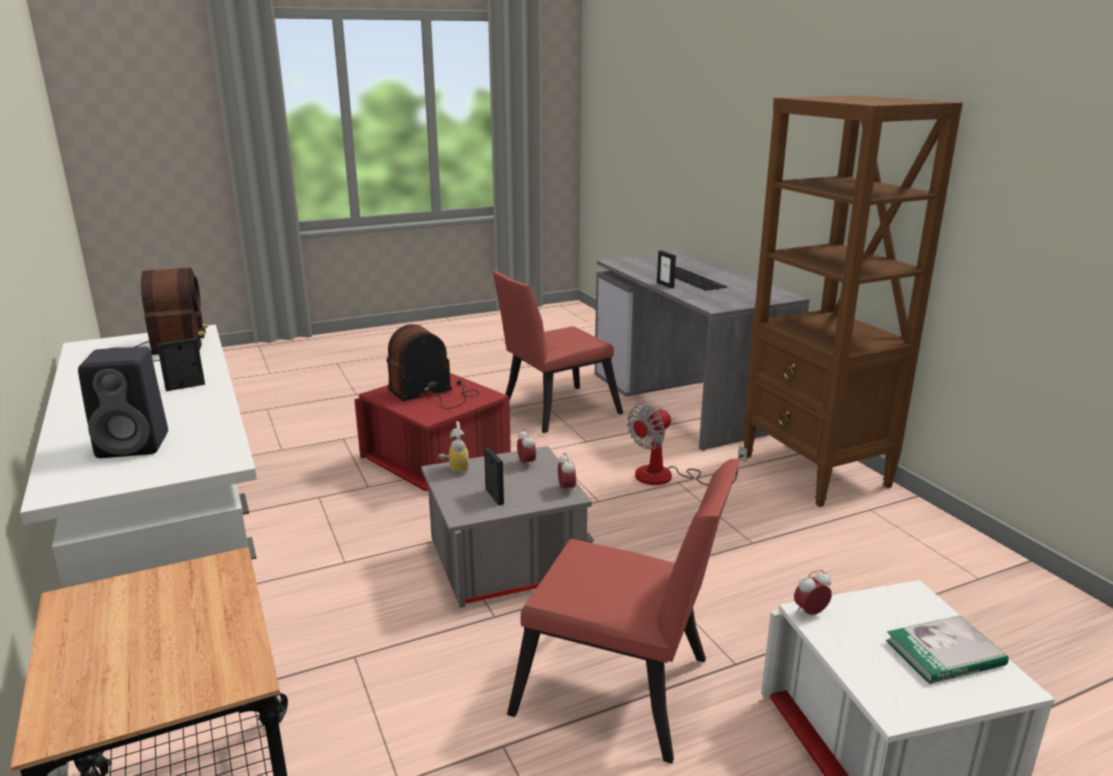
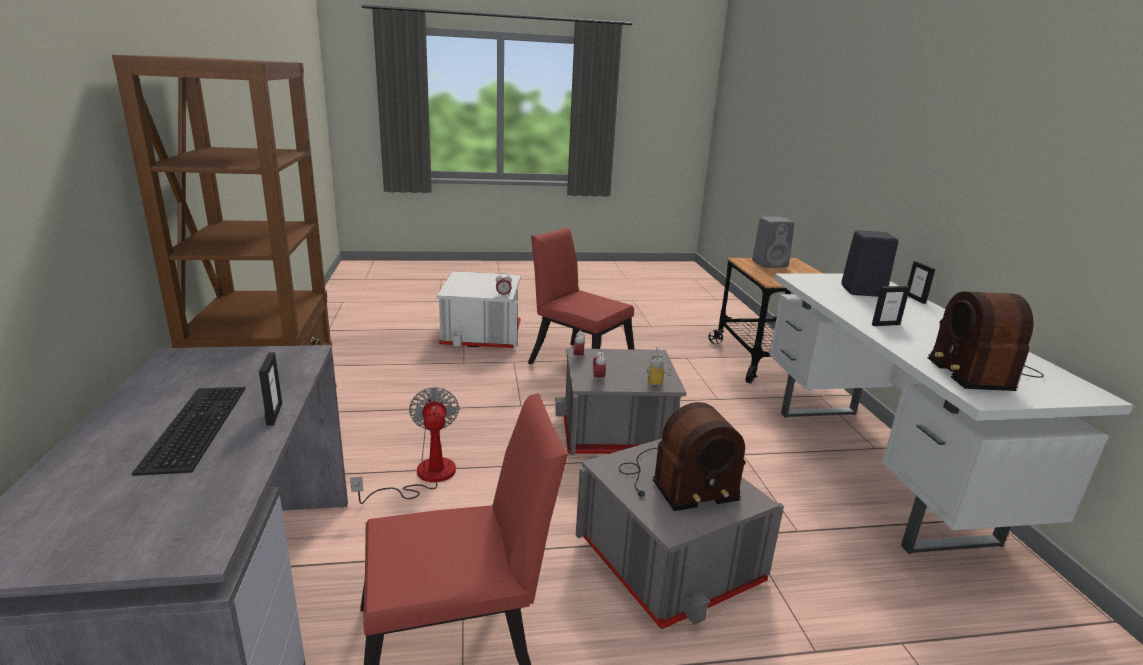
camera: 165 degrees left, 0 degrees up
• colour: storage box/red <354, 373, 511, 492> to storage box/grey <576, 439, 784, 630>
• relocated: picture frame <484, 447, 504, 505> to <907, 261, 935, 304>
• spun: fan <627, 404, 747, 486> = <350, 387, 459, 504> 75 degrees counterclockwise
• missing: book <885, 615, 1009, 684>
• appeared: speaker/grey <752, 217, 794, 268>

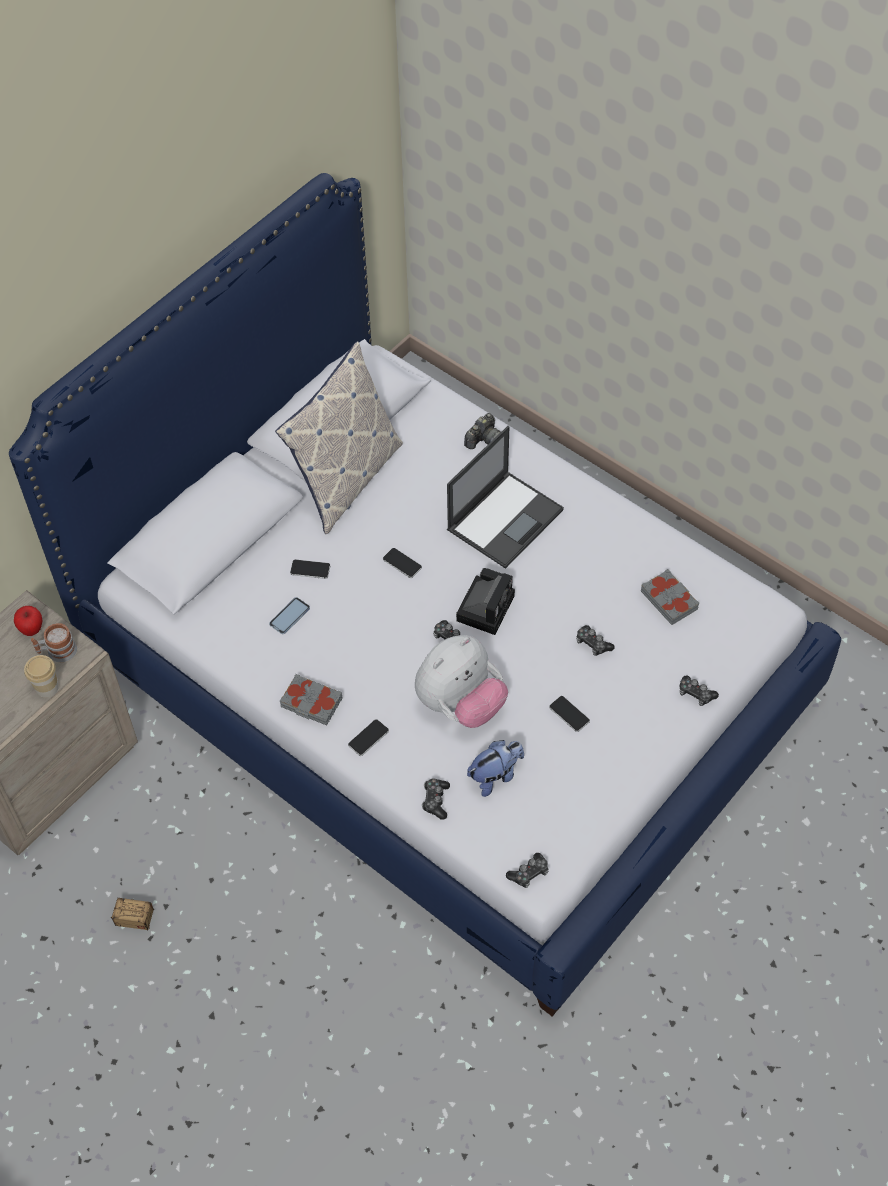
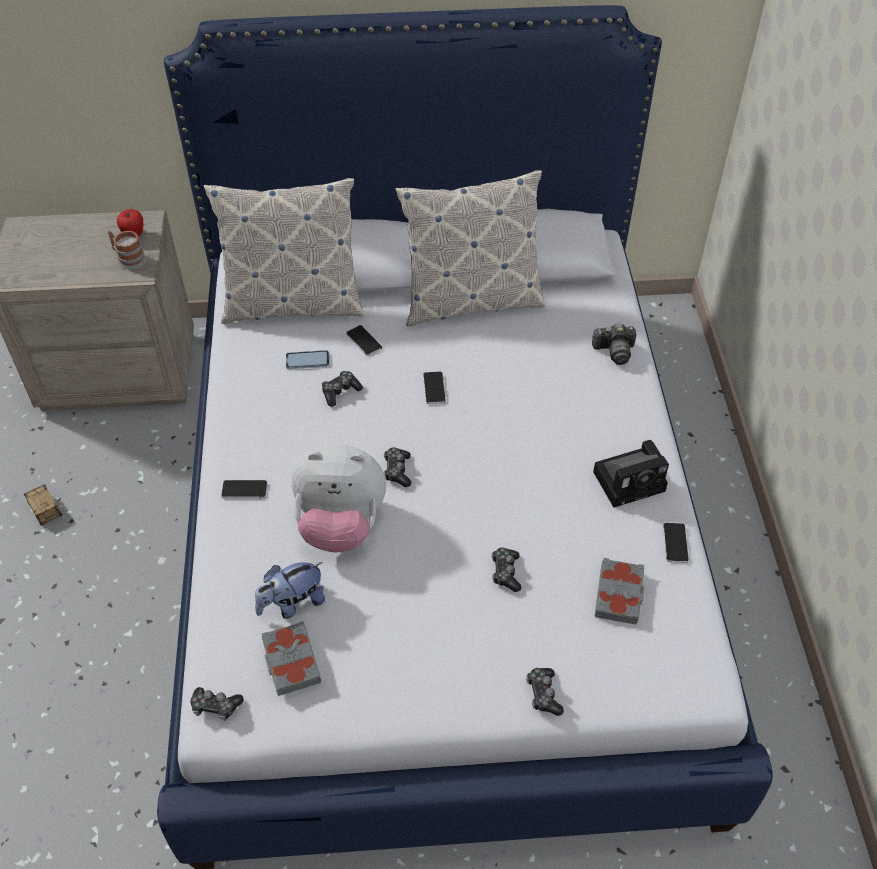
camera: 45 degrees right, 5 degrees down
• missing: cup <24, 655, 59, 698>
• relocated: book/grey <280, 674, 342, 725> to <262, 621, 321, 696>
• relocated: game controller <422, 778, 450, 820> to <322, 371, 363, 407>
• missing: laptop <447, 426, 564, 569>
• relocated: photo camera <456, 568, 515, 635> to <593, 440, 669, 508>
• spun: plush toy <467, 740, 524, 797> = <255, 562, 325, 619> 135 degrees clockwise
• relocated: phone <549, 696, 590, 732> to <663, 523, 689, 563>
• appeared: pillow <204, 178, 364, 324>

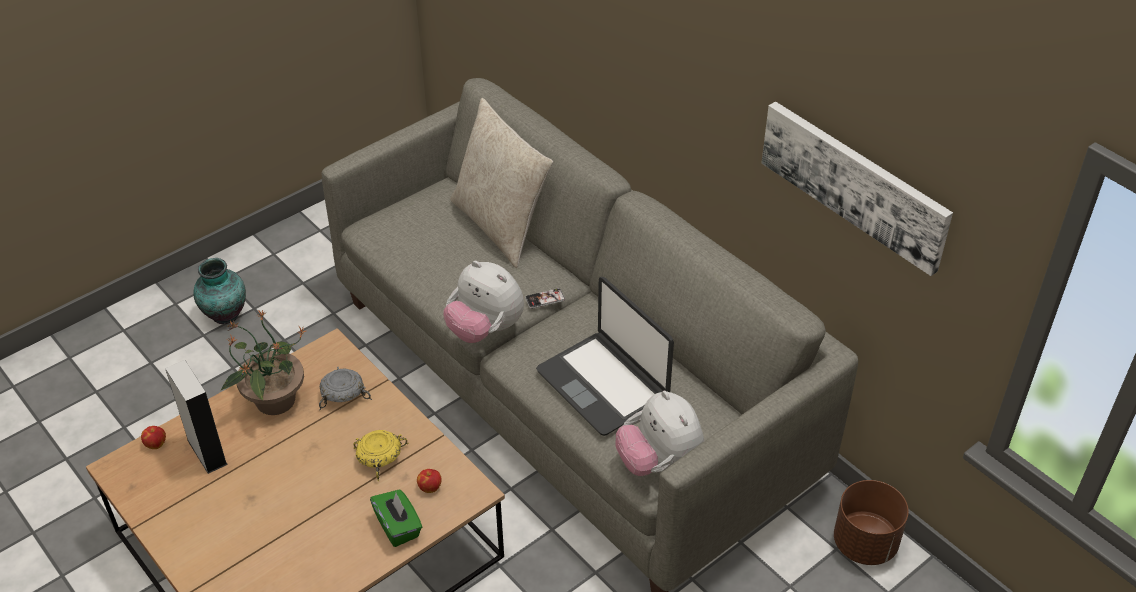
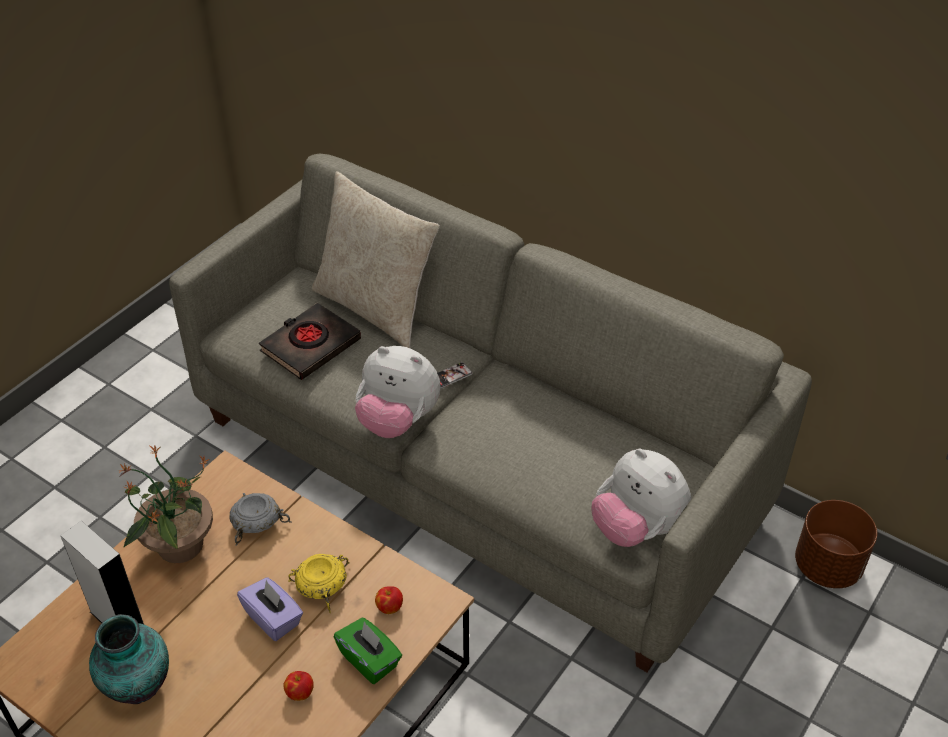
camera: 15 degrees left, 0 degrees up
• relocated: apple <141, 426, 166, 449> to <283, 671, 314, 701>
• relocated: vase <193, 258, 246, 324> to <89, 614, 169, 704>
• missing: laptop <536, 277, 674, 436>
• missing: picture <762, 102, 953, 276>
• appeared: tissue box/purple <237, 577, 303, 641>
• appeared: book/black <259, 303, 361, 380>

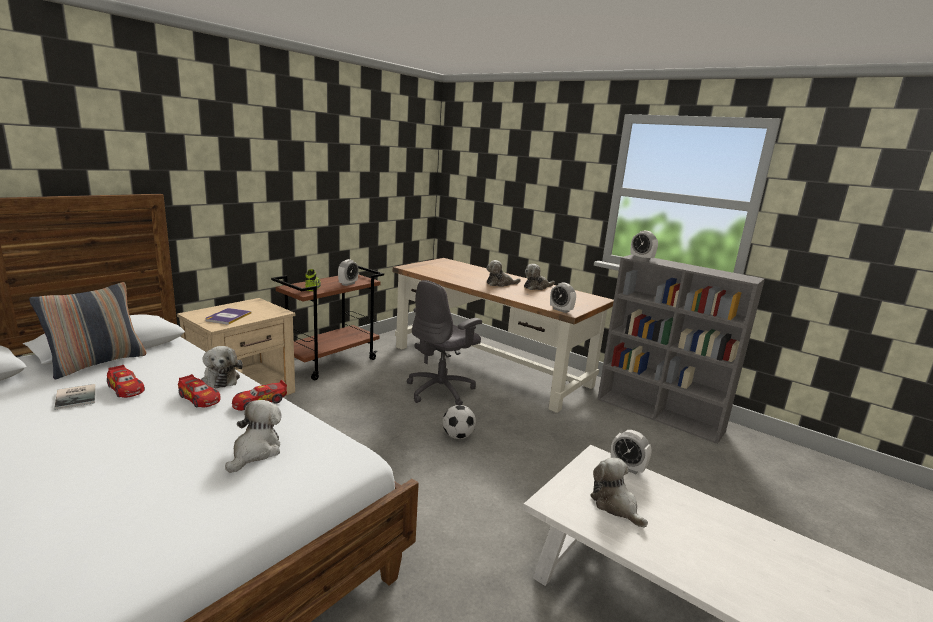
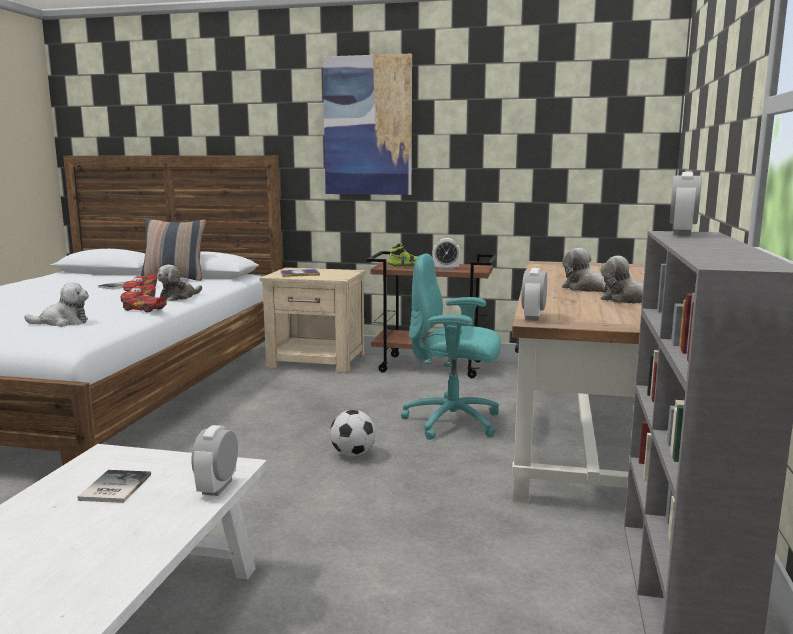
camera: 65 degrees right, 5 degrees down
• colour: office chair/grey <407, 280, 482, 405> to office chair/turquoise <401, 254, 501, 440>
• exchanged: plush toy <590, 458, 648, 528> to book <78, 470, 151, 503>
• appeared: picture <323, 54, 412, 195>

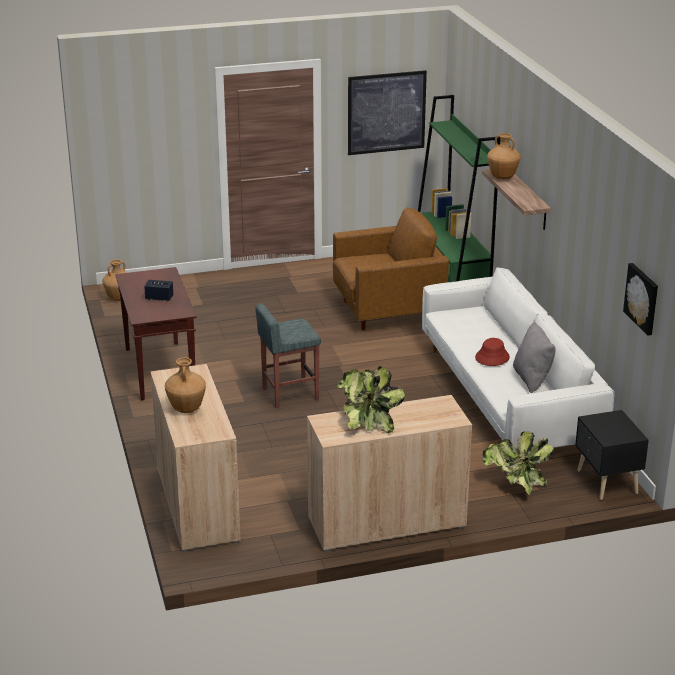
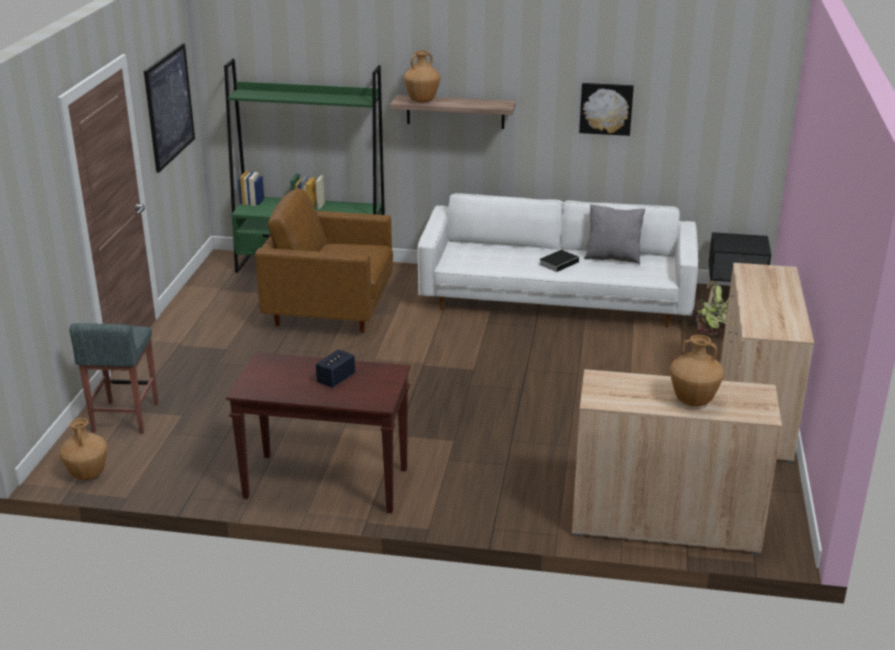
camera: 65 degrees left, 0 degrees up
• relocated: stool/grey <255, 303, 321, 408> to <69, 323, 159, 434>
• spun: armchair/brown <333, 208, 449, 330> = <255, 189, 393, 333> 90 degrees counterclockwise
• missing: potted plant <337, 366, 405, 433>
• exchanged: hat/red <475, 338, 510, 366> to book <539, 250, 581, 272>
• relocated: picture <623, 263, 658, 336> to <579, 83, 634, 136>

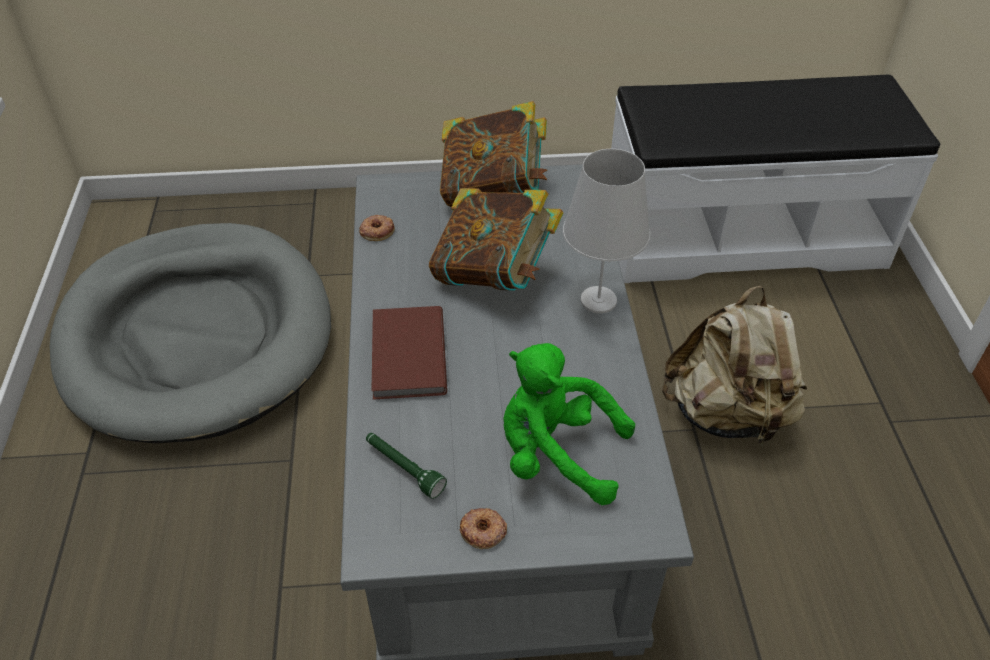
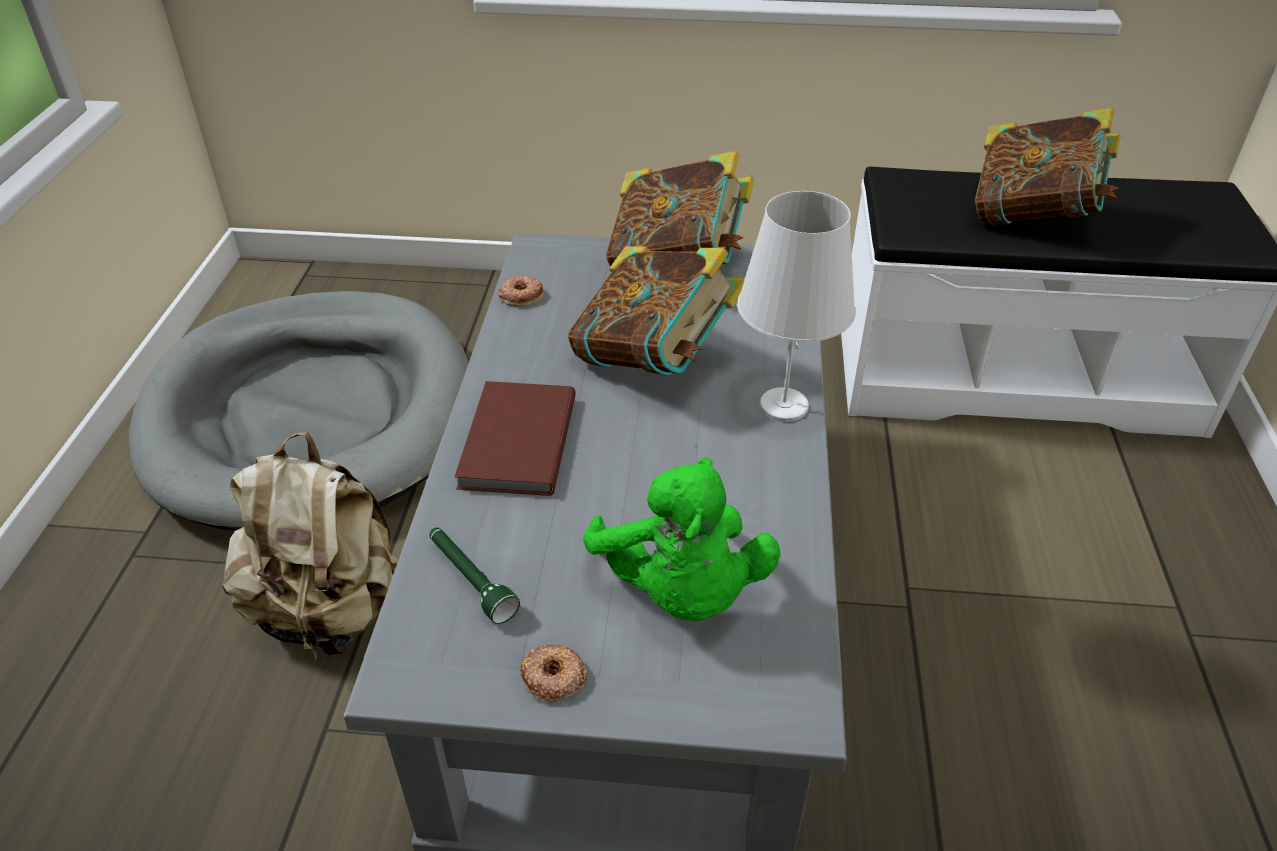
camera: 10 degrees right, 5 degrees down
• spun: plush toy/green <503, 343, 635, 505> = <583, 458, 781, 621> 135 degrees counterclockwise
• relocated: backpack/beige <662, 285, 807, 448> to <222, 432, 398, 662>
• appeared: book <975, 107, 1120, 226>

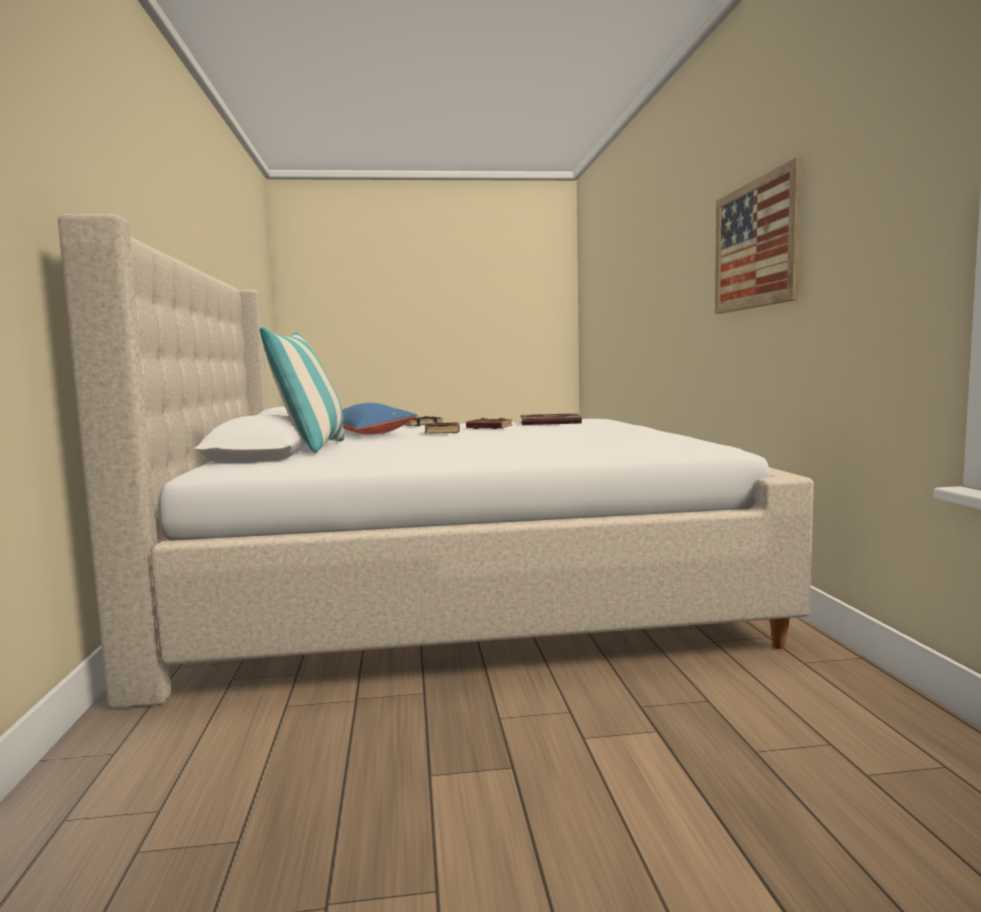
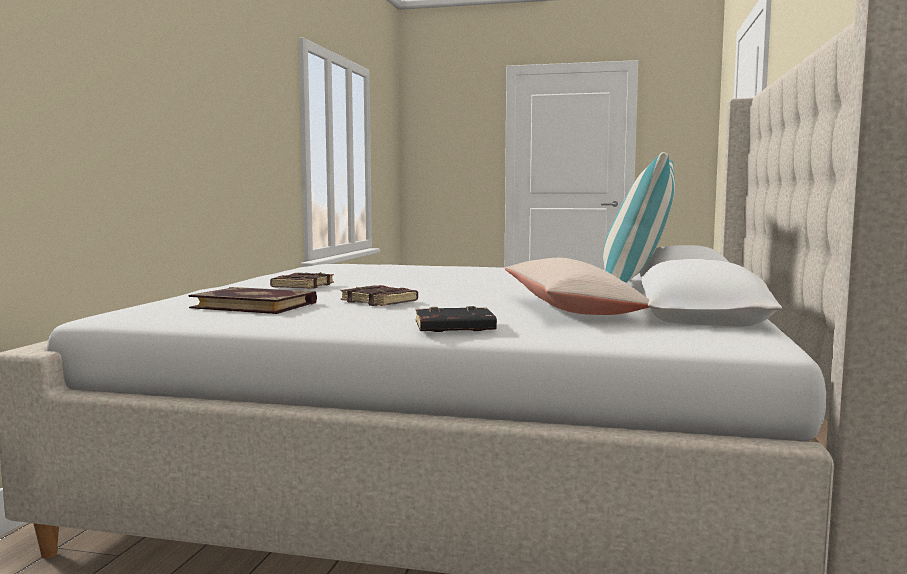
camera: 160 degrees left, 0 degrees up
• colour: pillow/blue <343, 403, 418, 434> to pillow/beige <505, 258, 649, 315>
• relocated: book/brown <425, 422, 460, 434> to <270, 272, 334, 289>
• missing: picture <715, 157, 802, 314>

